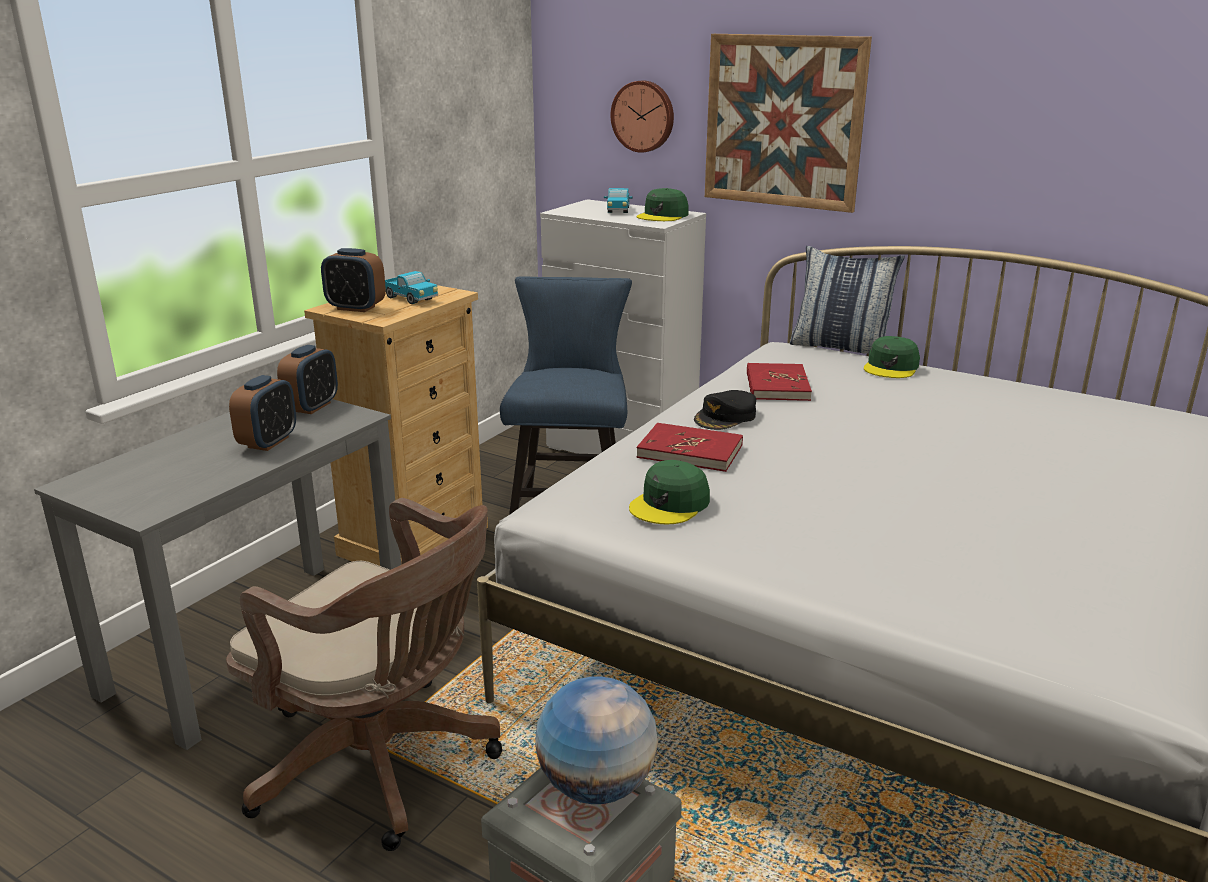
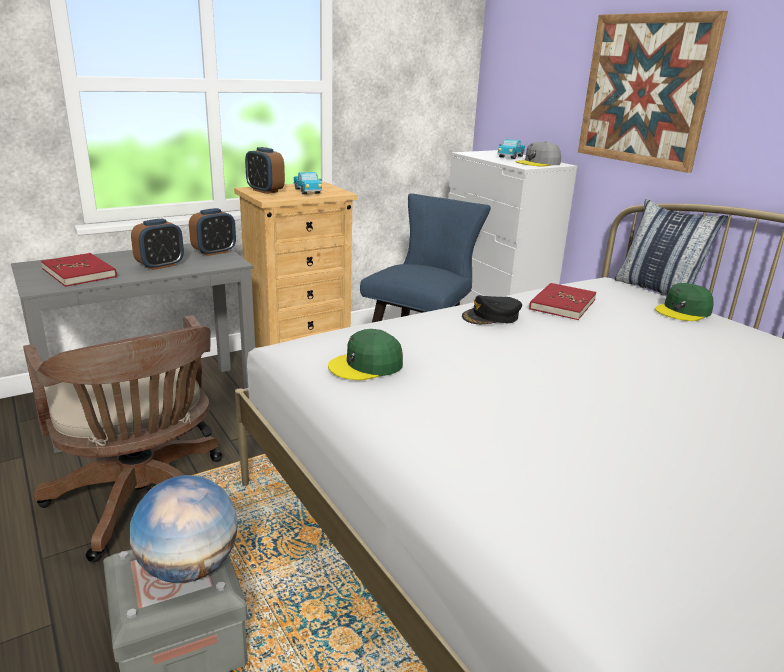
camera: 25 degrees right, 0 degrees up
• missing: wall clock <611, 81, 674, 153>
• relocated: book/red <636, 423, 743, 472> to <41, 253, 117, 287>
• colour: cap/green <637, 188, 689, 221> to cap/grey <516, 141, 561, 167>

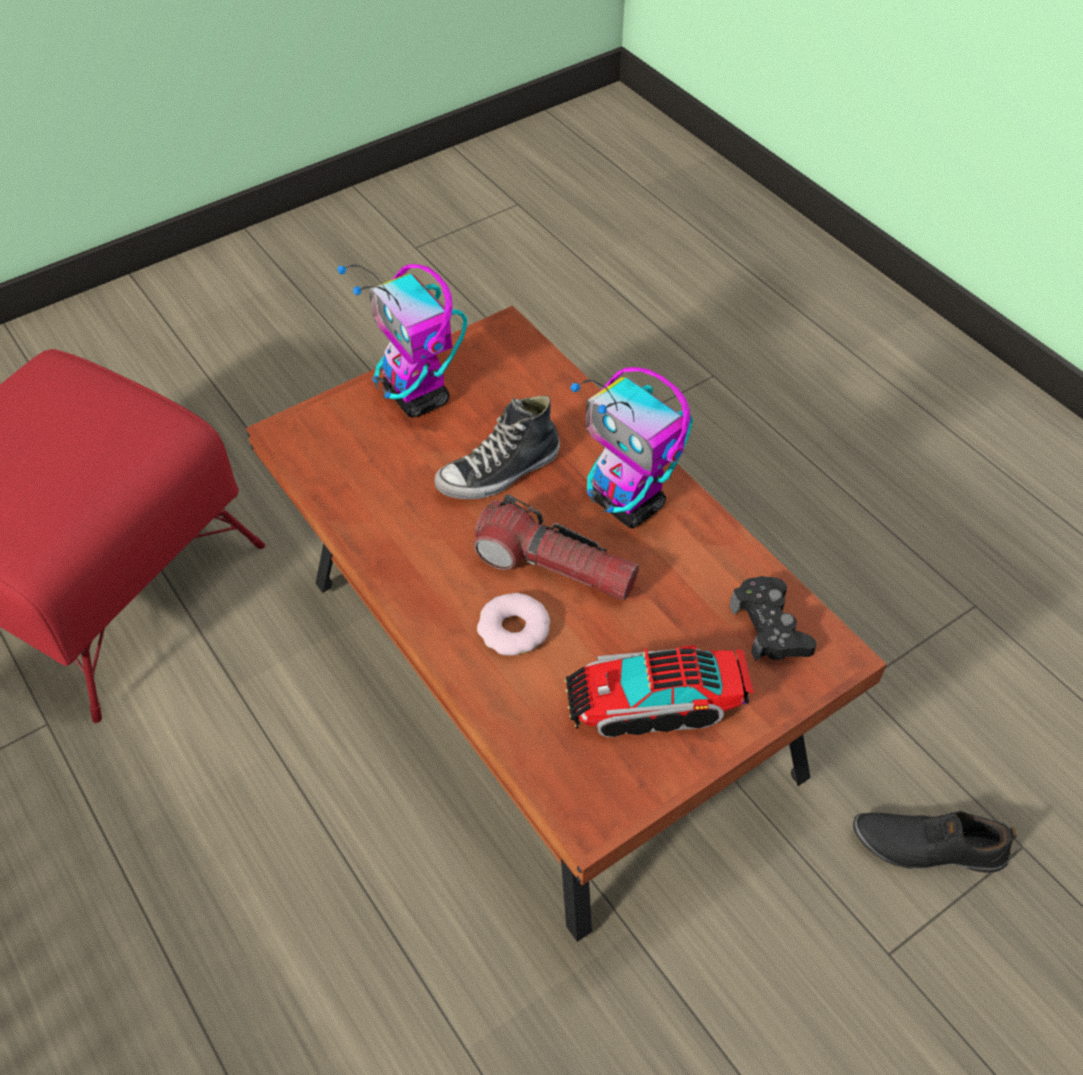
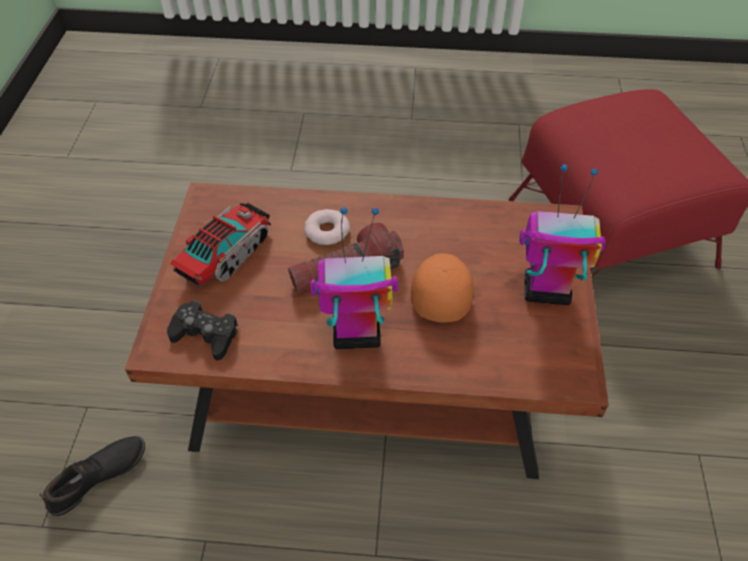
camera: 130 degrees right, 0 degrees up
• exchanged: shoe <434, 395, 560, 499> to cap/orange <411, 253, 474, 323>

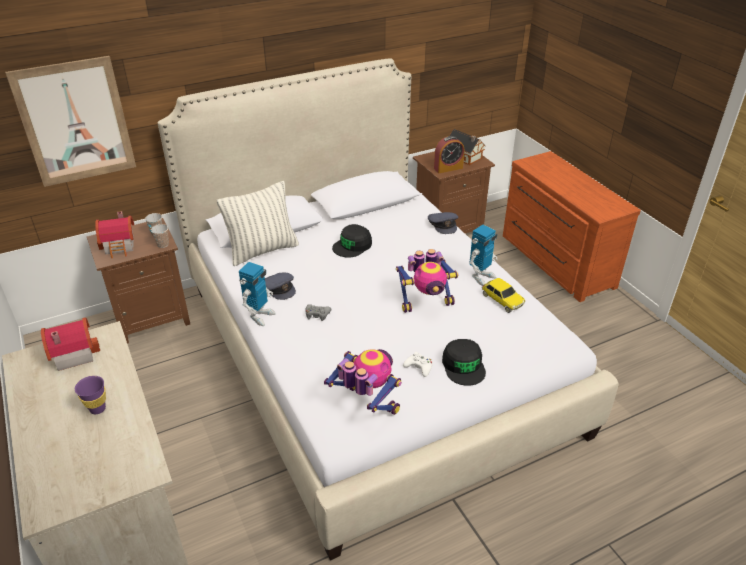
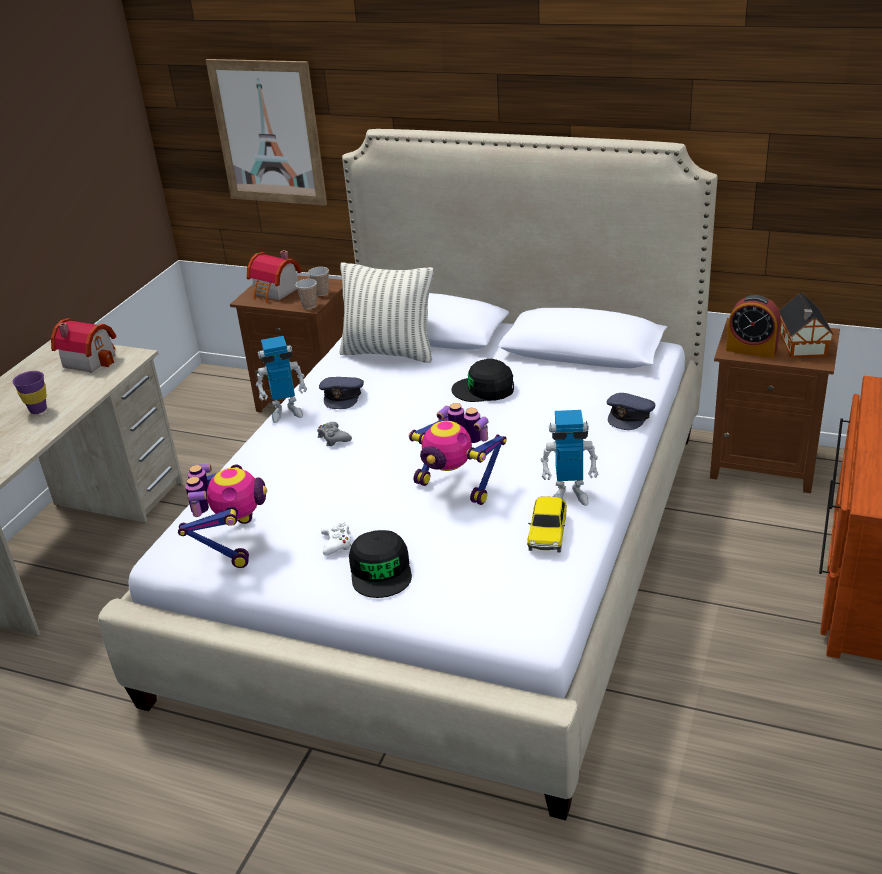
camera: 50 degrees right, 5 degrees down
• spun: cap/black <442, 339, 486, 386> = <349, 530, 412, 598> 45 degrees counterclockwise

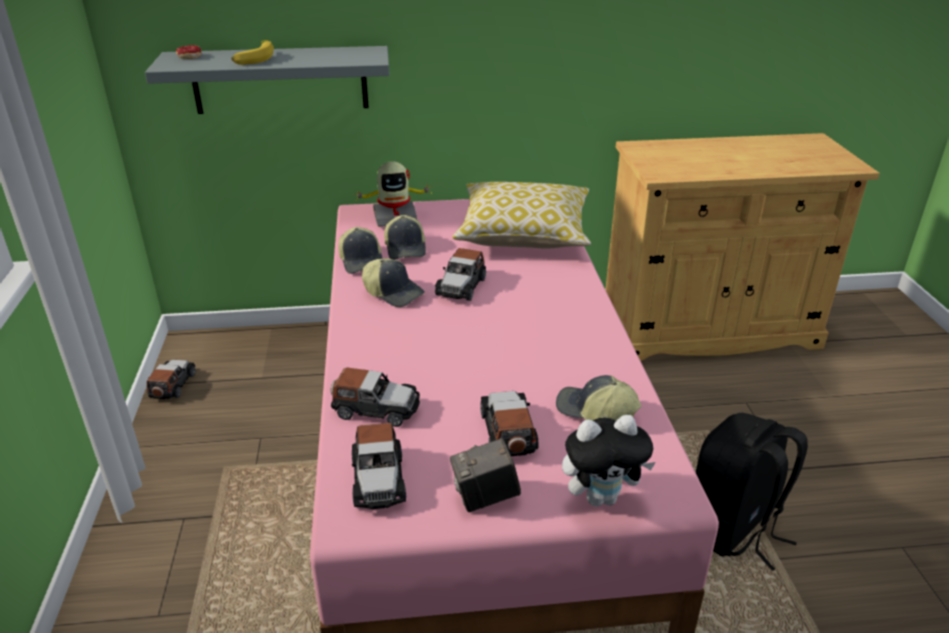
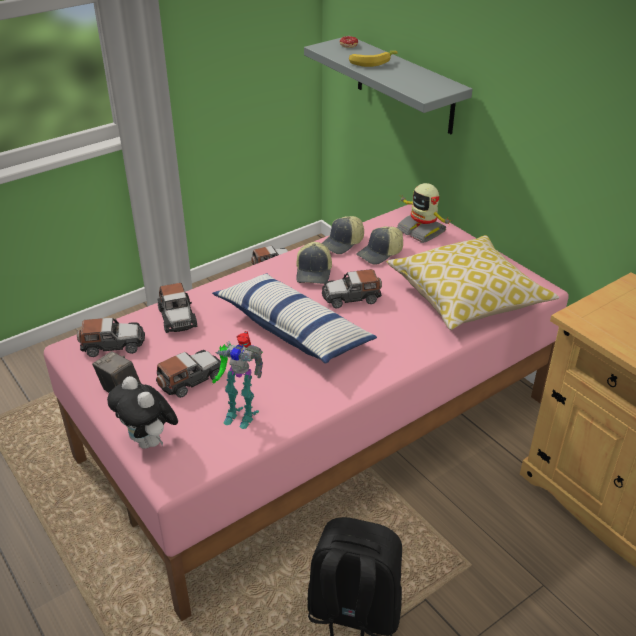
camera: 60 degrees right, 5 degrees up
• spun: toy car <352, 423, 406, 509> = <77, 318, 145, 357> 150 degrees counterclockwise
• exchanged: cap <556, 375, 642, 421> to toy robot <212, 331, 263, 429>
• appeared: pillow <212, 274, 377, 364>

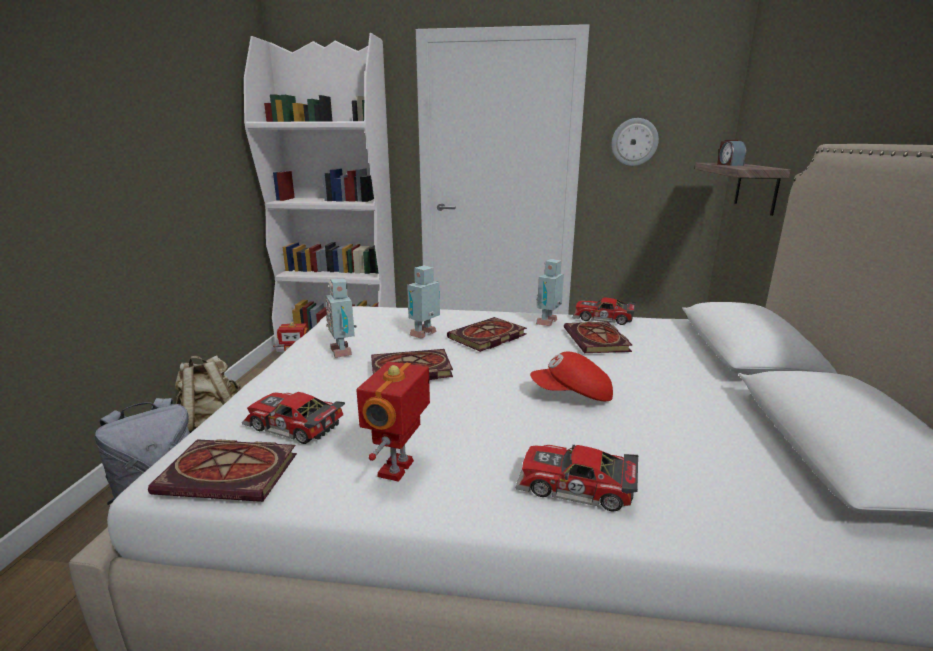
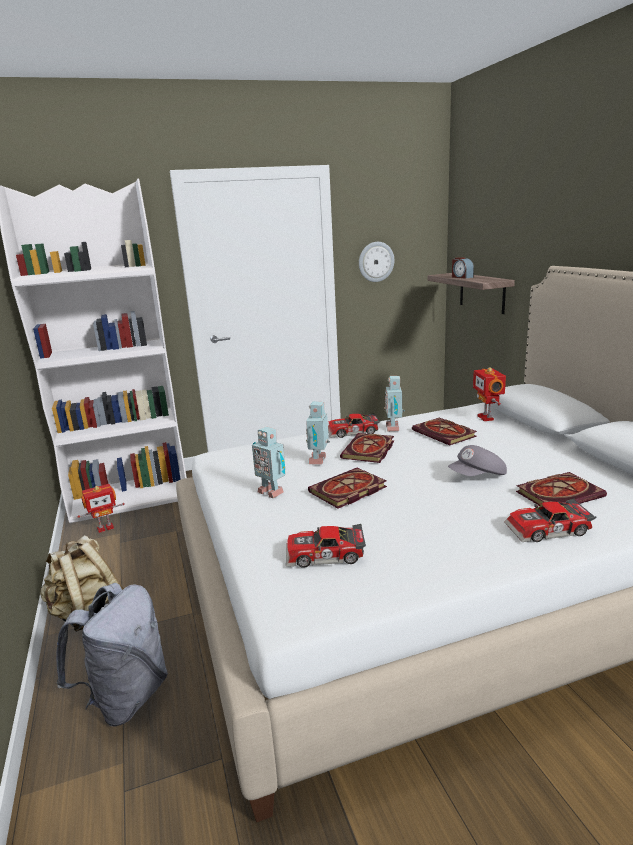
camera: 25 degrees left, 0 degrees up
• relocated: book <148, 439, 297, 502> to <516, 472, 607, 507>
• relocated: toy robot <356, 361, 430, 482> to <473, 367, 506, 421>
• colour: cap/red <530, 352, 613, 401> to cap/grey <448, 445, 507, 476>
• relocated: toy car <572, 297, 636, 325> to <328, 413, 380, 438>

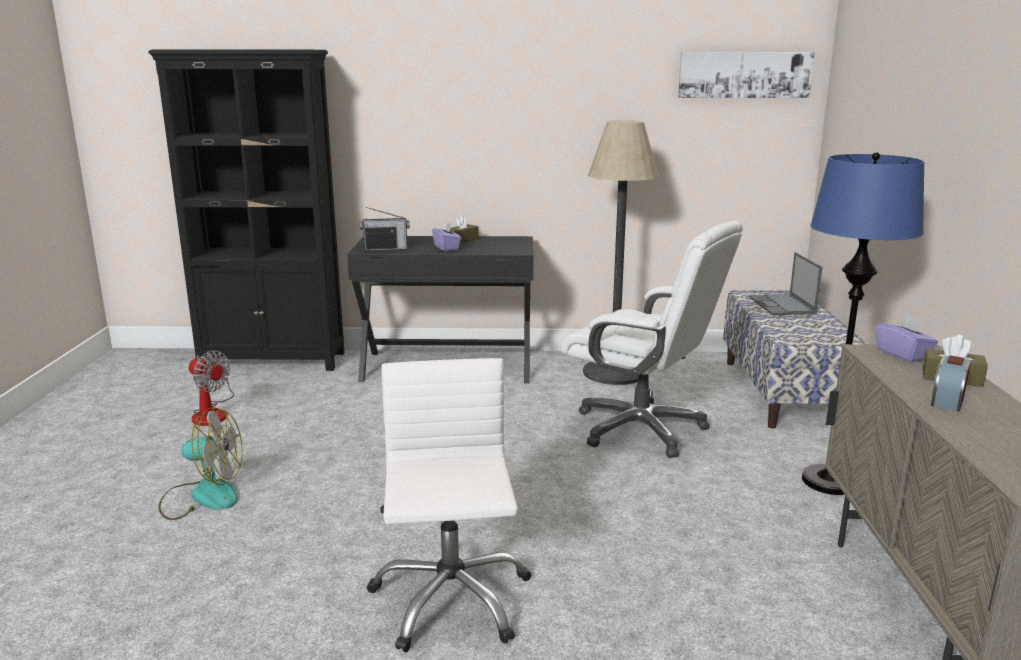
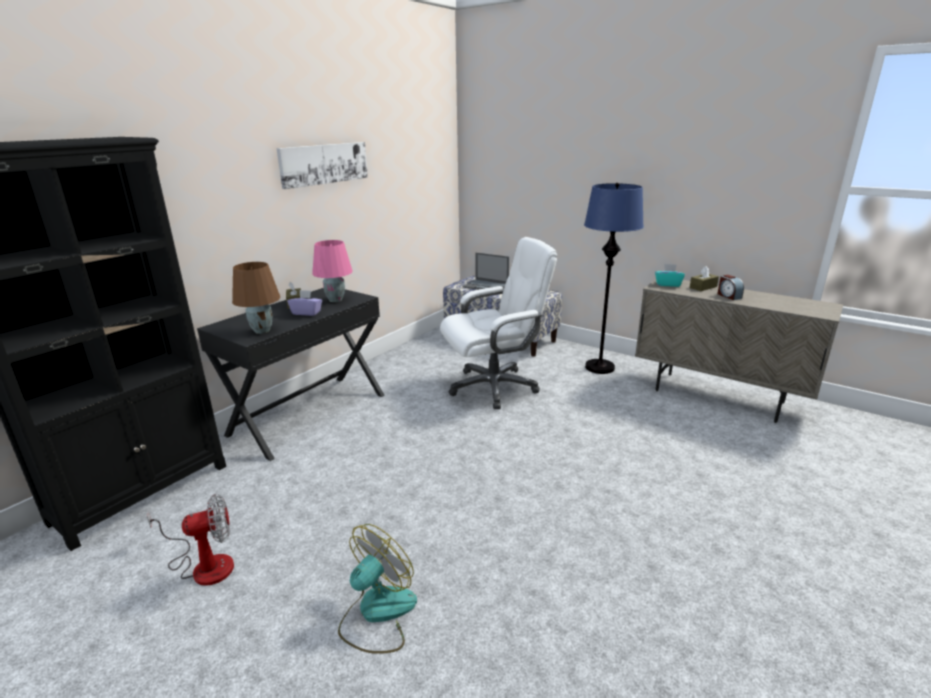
camera: 55 degrees left, 5 degrees up
• exchanged: radio <359, 207, 410, 251> to table lamp/brown <232, 262, 280, 334>
• missing: office chair/white <367, 358, 532, 652>
• missing: floor lamp <583, 120, 659, 385>
• relocated: picture <678, 52, 815, 98> to <276, 142, 368, 189>
• colour: tissue box/purple <876, 313, 938, 362> to tissue box/turquoise <655, 264, 685, 287>
• appeared: table lamp/pink <312, 240, 353, 302>

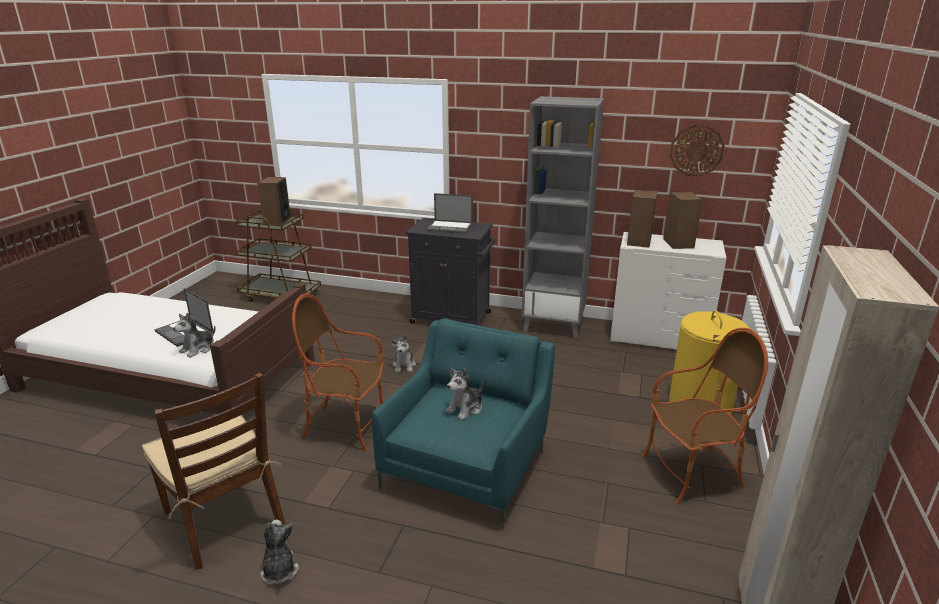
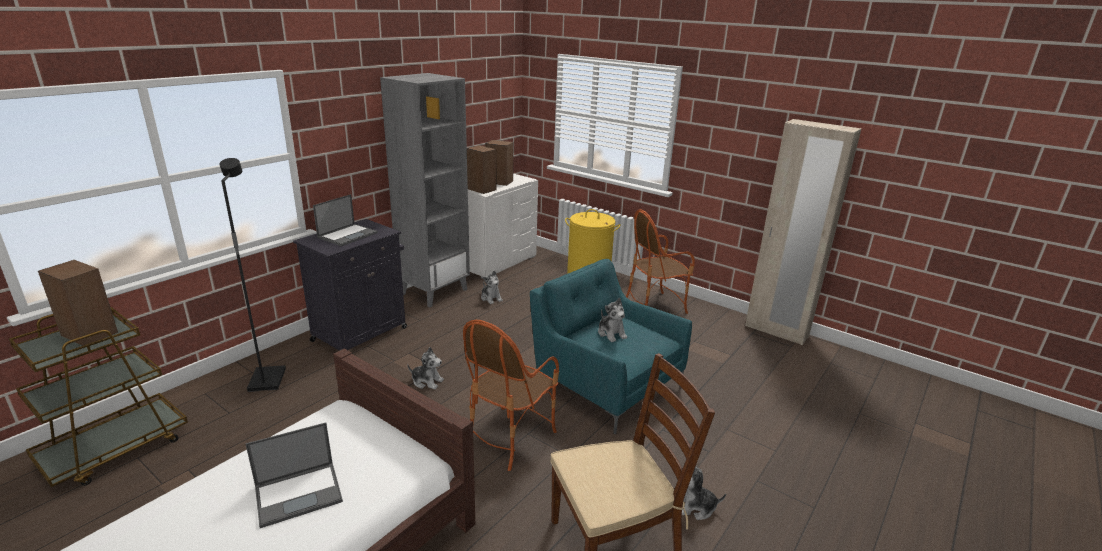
camera: 70 degrees left, 0 degrees up
• relocated: plush toy <173, 313, 216, 358> to <481, 271, 503, 304>
• spun: armchair <642, 328, 768, 504> = <626, 209, 695, 314> 120 degrees counterclockwise
• missing: wall clock <670, 125, 725, 177>
• appeared: floor lamp/black <219, 158, 286, 392>

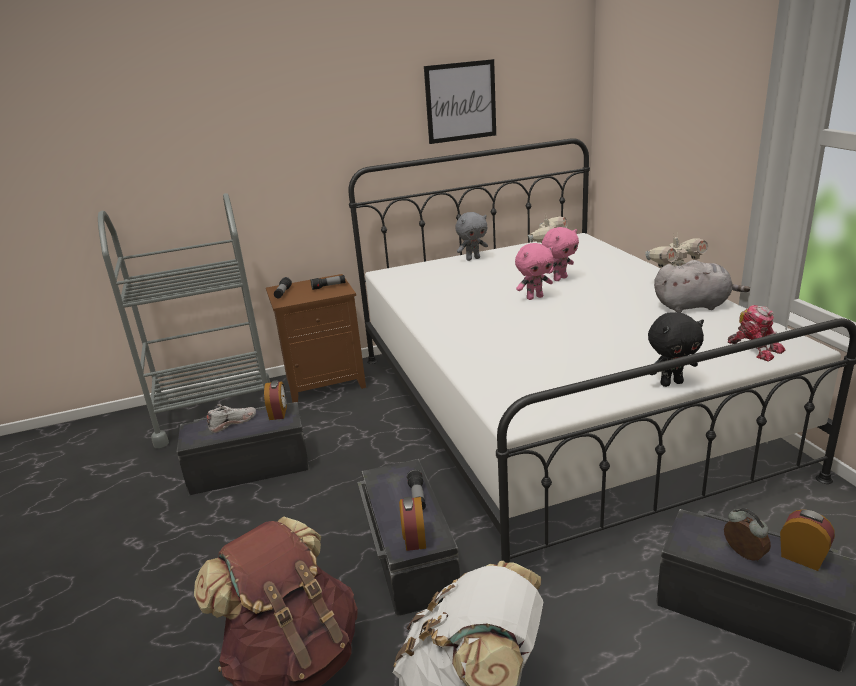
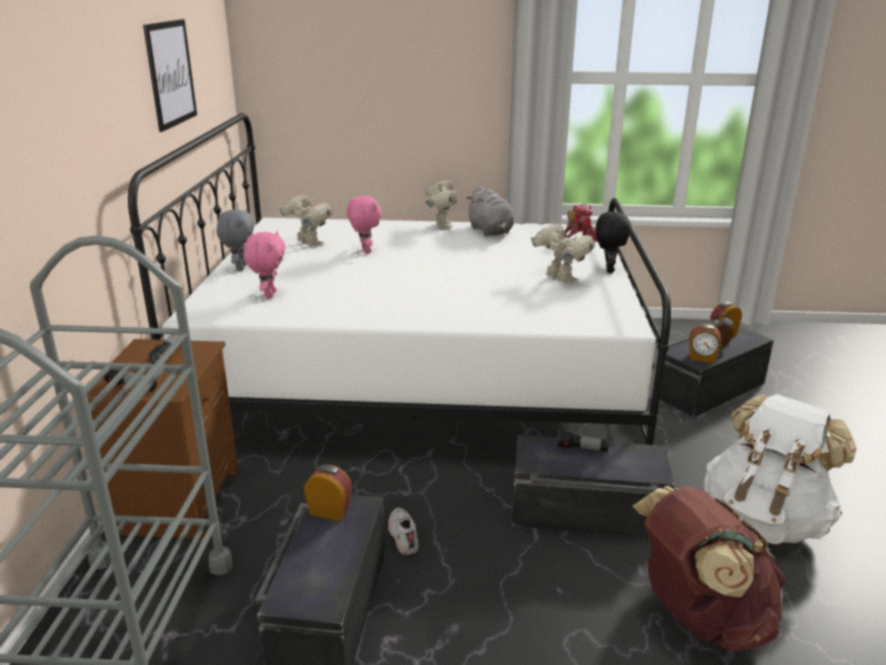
camera: 70 degrees left, 0 degrees up
• relocated: shoe/white <206, 404, 256, 433> to <388, 508, 419, 555>
• relocated: alarm clock <399, 497, 426, 551> to <689, 323, 721, 363>
• relocated: plush toy/pink <515, 243, 554, 300> to <244, 231, 286, 299>
• spun: plush toy/grey <654, 260, 750, 313> = <466, 186, 514, 236> 135 degrees clockwise
• appeared: toy robot <531, 223, 595, 283>

